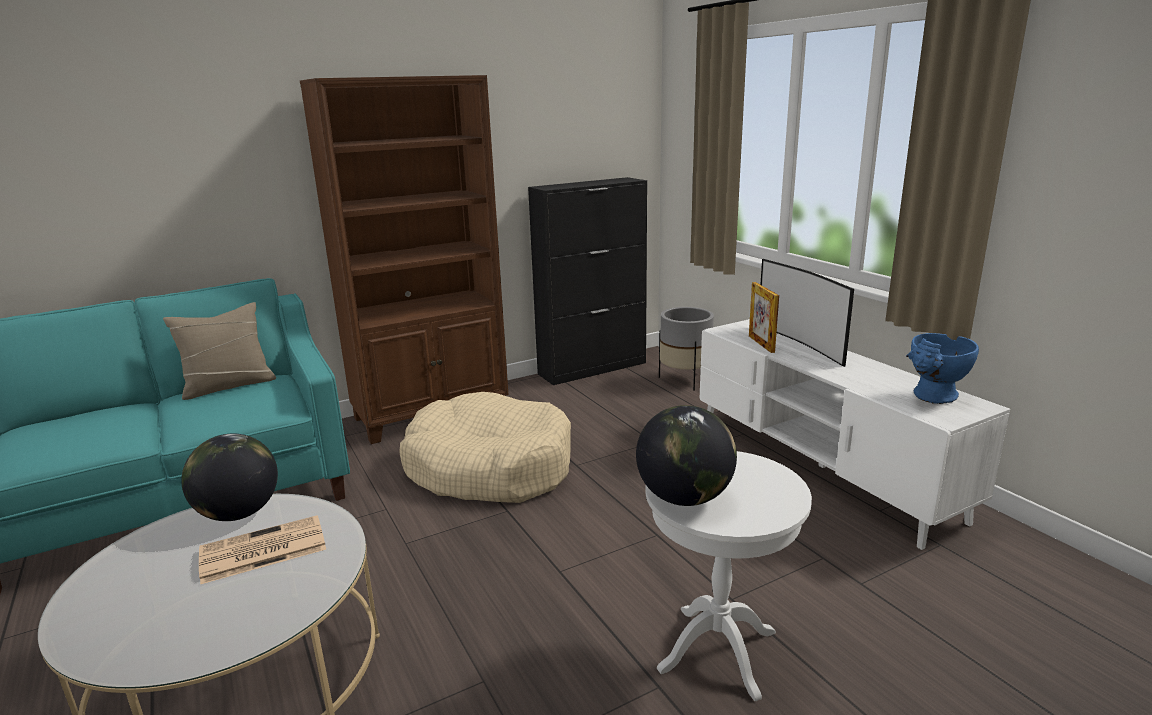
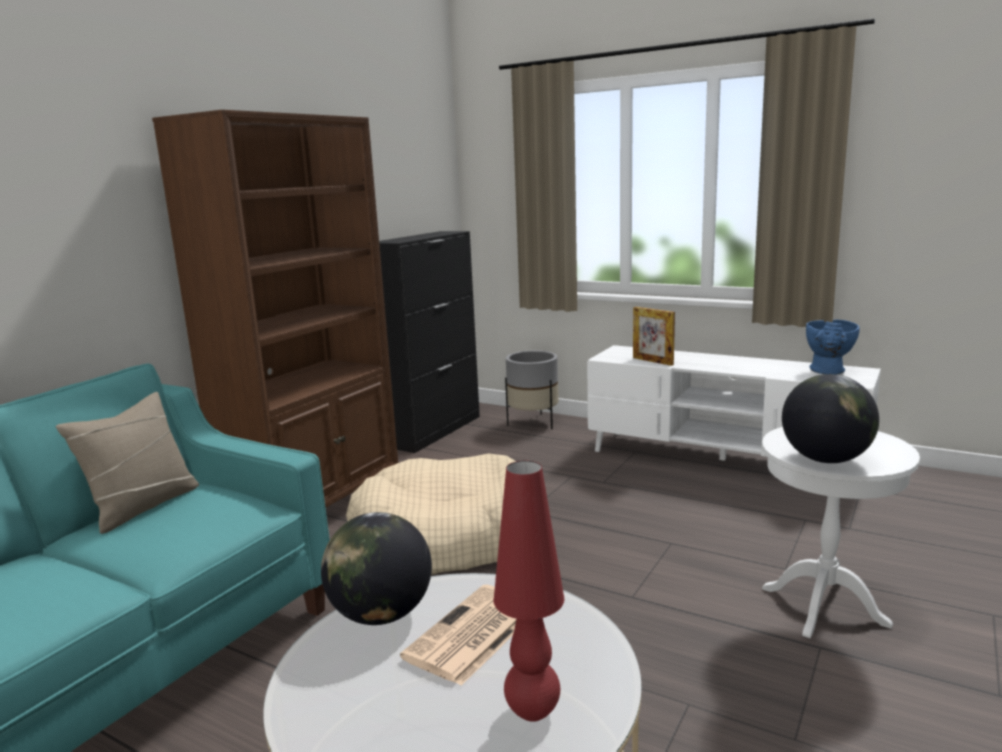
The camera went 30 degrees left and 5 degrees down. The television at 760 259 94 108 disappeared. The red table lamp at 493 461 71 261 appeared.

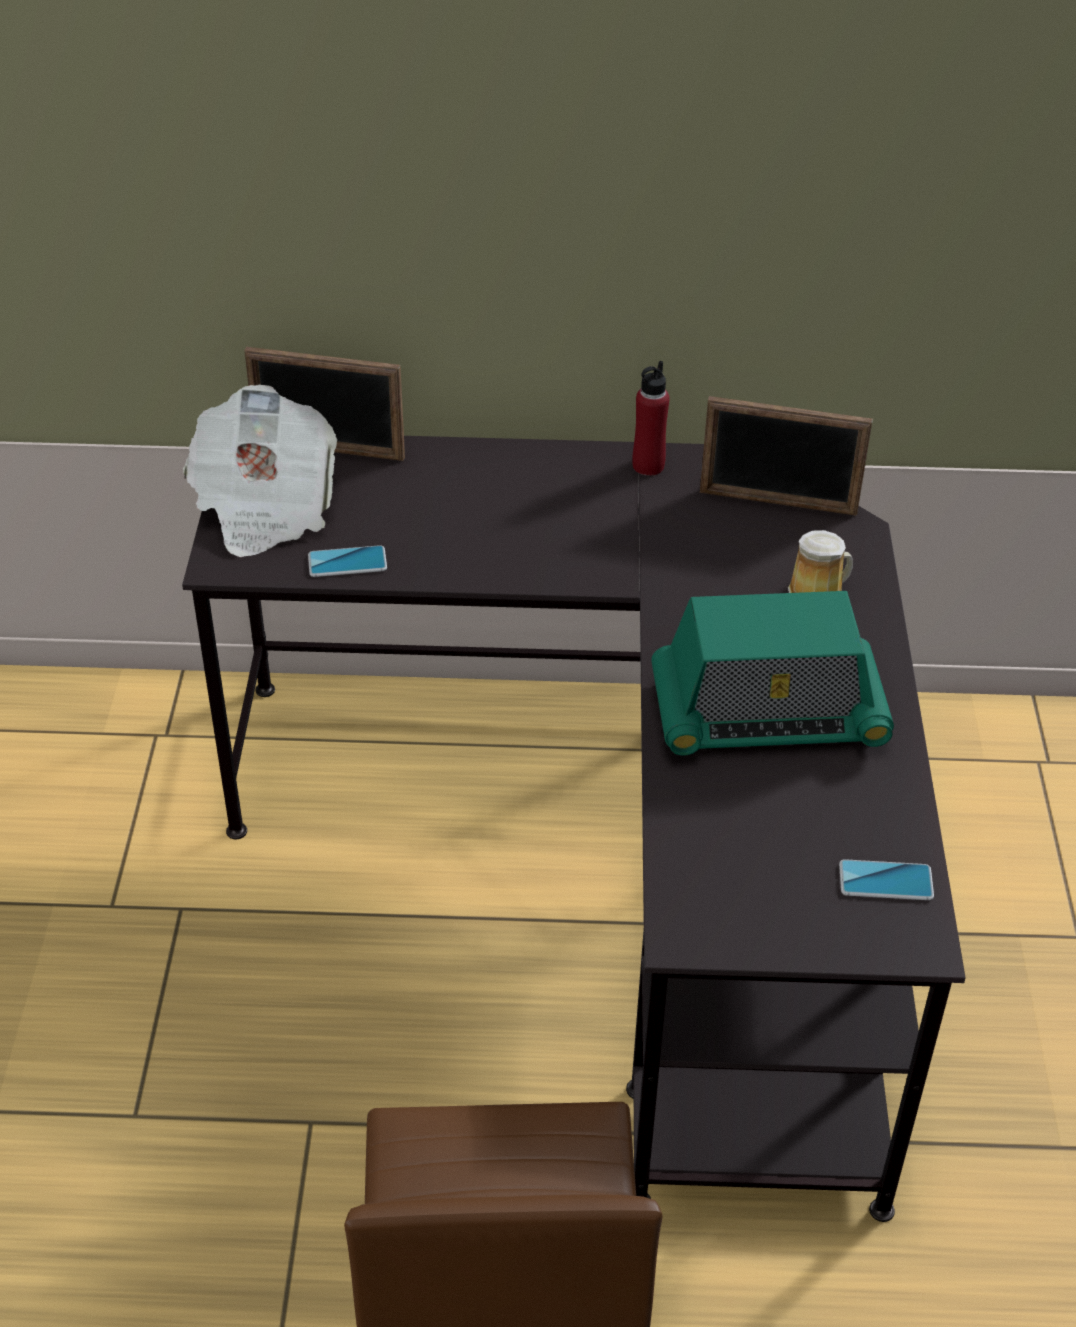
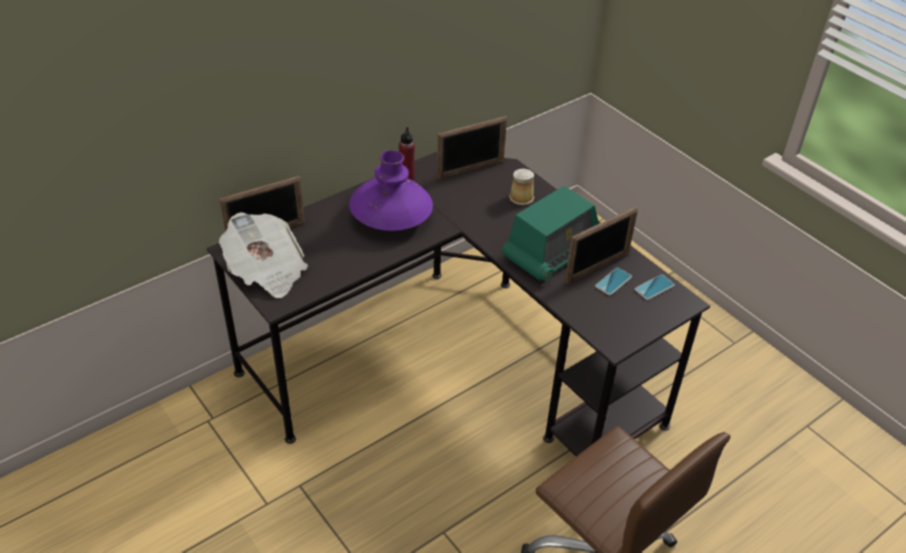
The camera went 40 degrees left and 0 degrees up. The phone moved from 308 545 79 32 to 595 268 37 27. The purple vase at 349 150 84 81 appeared. The picture frame at 565 207 73 77 appeared.

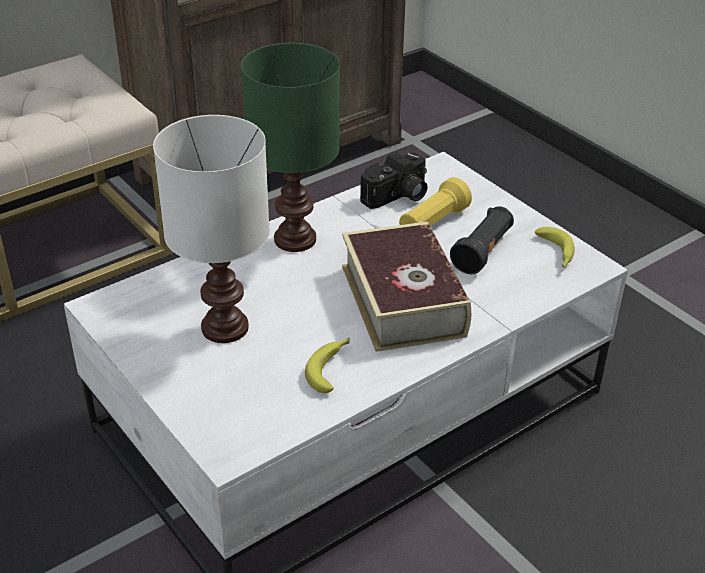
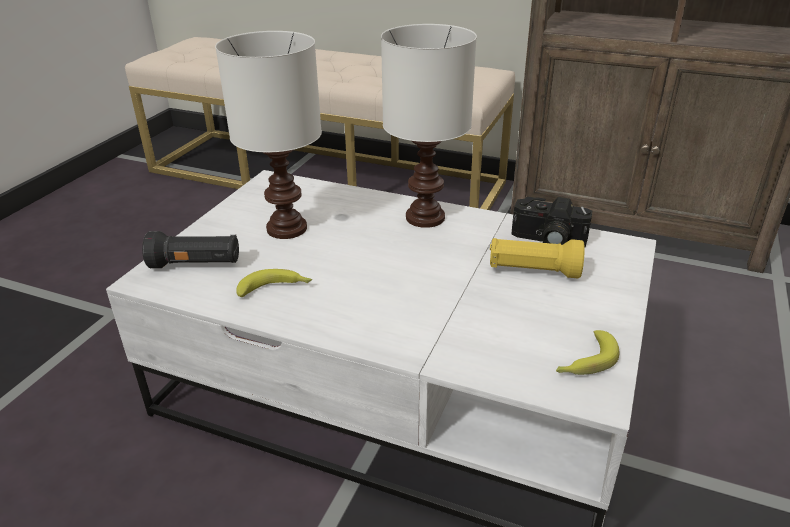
The camera went 60 degrees right and 5 degrees down. The green table lamp at 241 43 99 209 became the white table lamp at 381 24 96 204. The book at 342 221 129 131 disappeared. The black flashlight moved from 450 206 64 68 to 142 231 97 37.

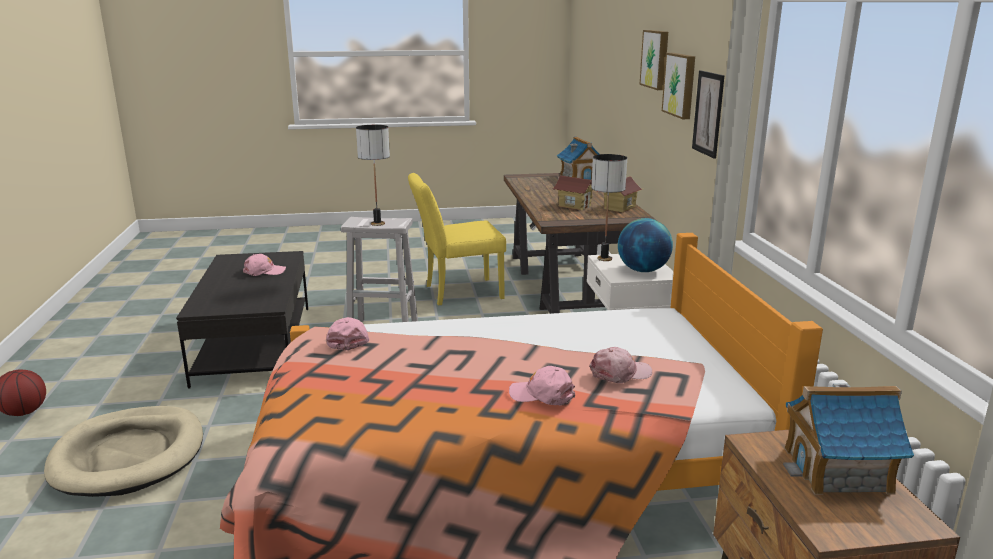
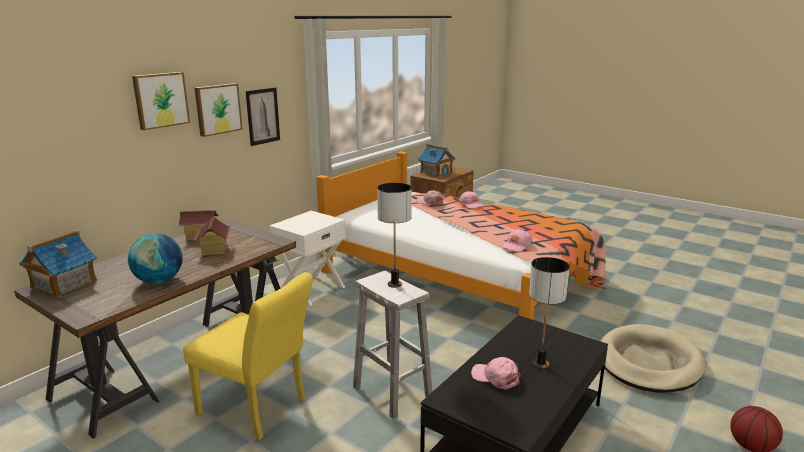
The camera went 135 degrees left and 0 degrees up. The table lamp moved from 591 154 36 107 to 529 257 41 112. The globe moved from 618 218 55 54 to 128 233 55 51.

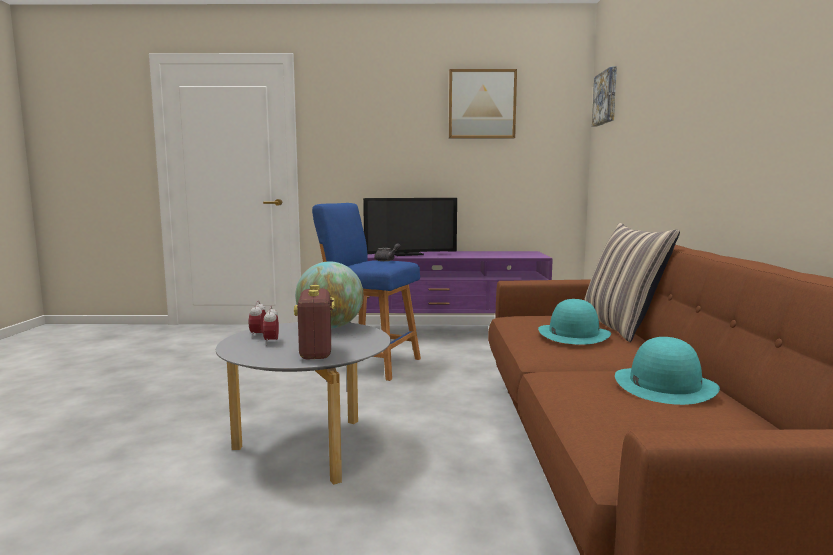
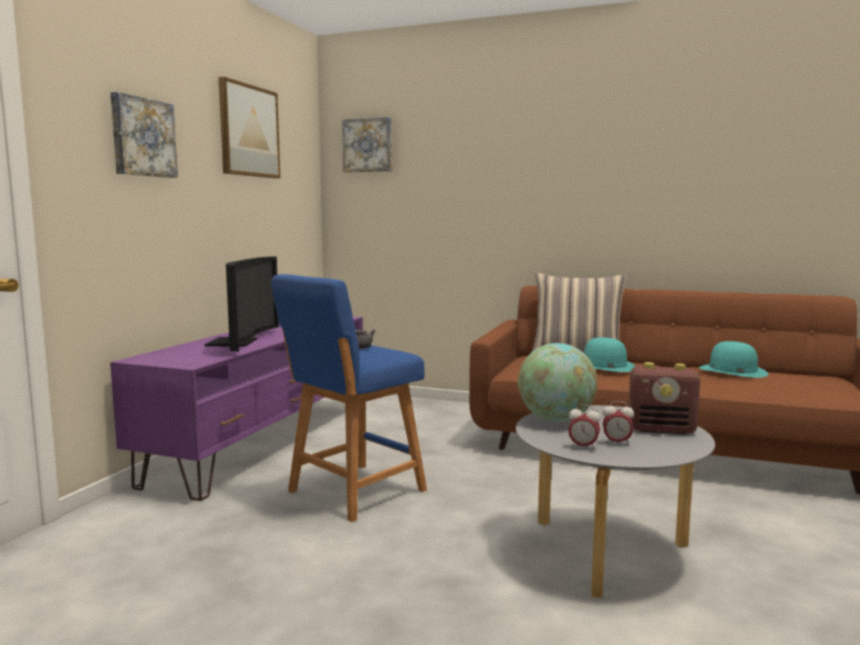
The camera went 70 degrees left and 0 degrees up. The picture at 111 92 67 86 appeared.

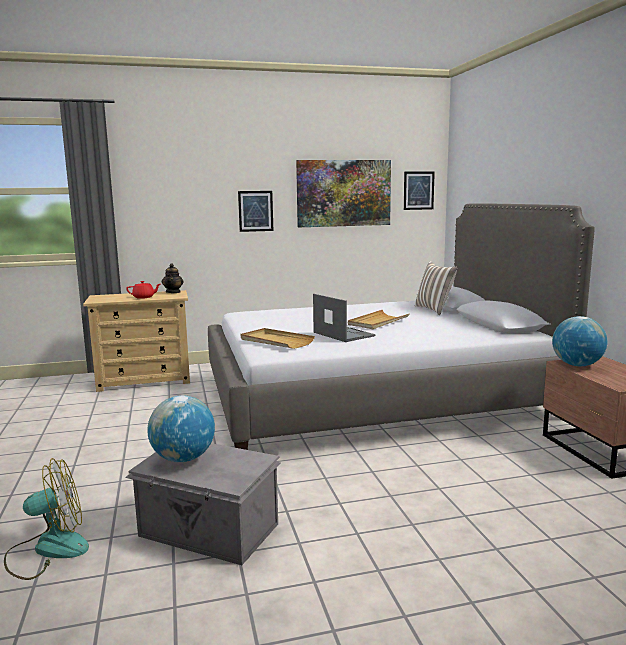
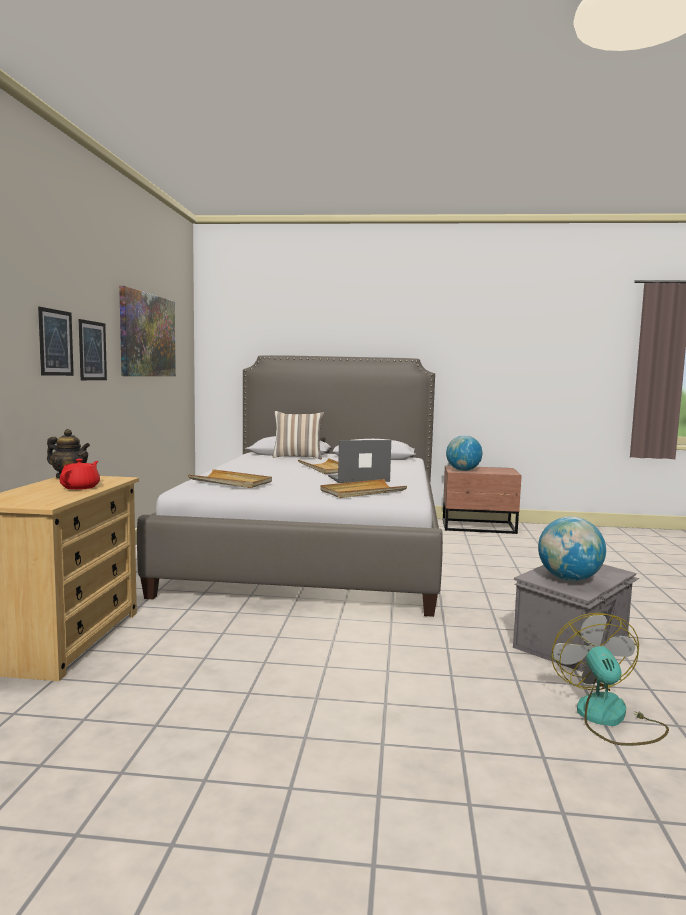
The camera went 70 degrees left and 5 degrees down. The picture moved from 404 171 31 39 to 38 307 36 69. The beige tray at 188 469 84 19 appeared.

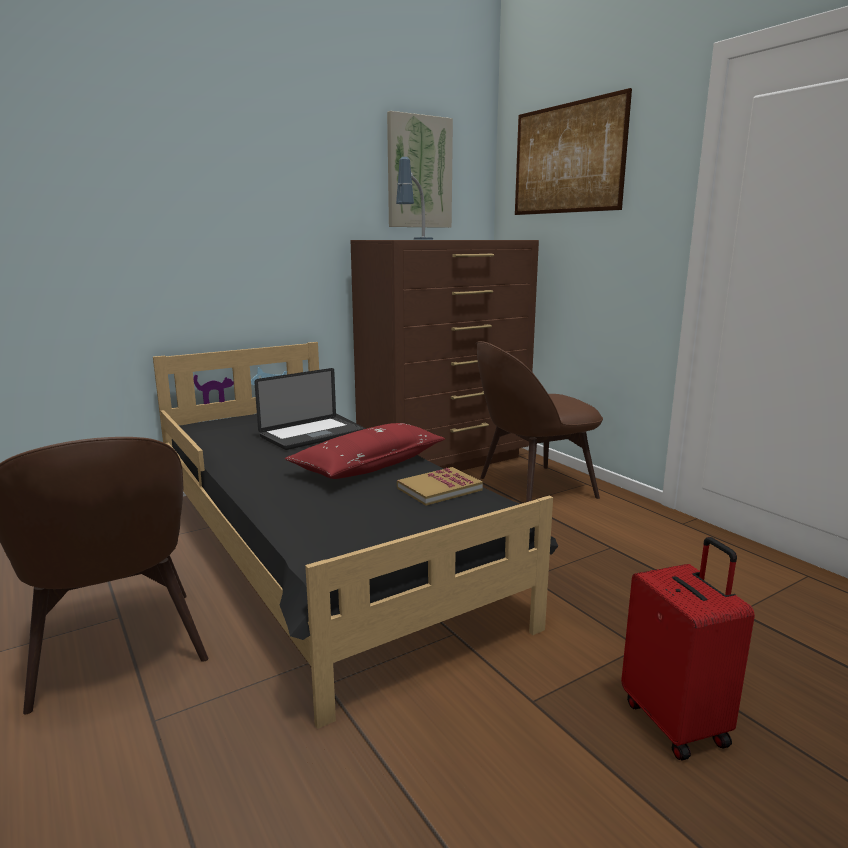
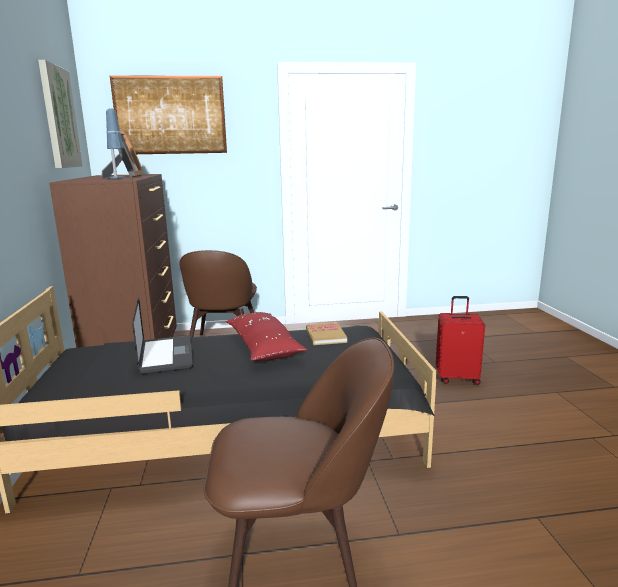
The camera went 65 degrees left and 0 degrees up. The picture frame at 101 130 42 48 appeared.

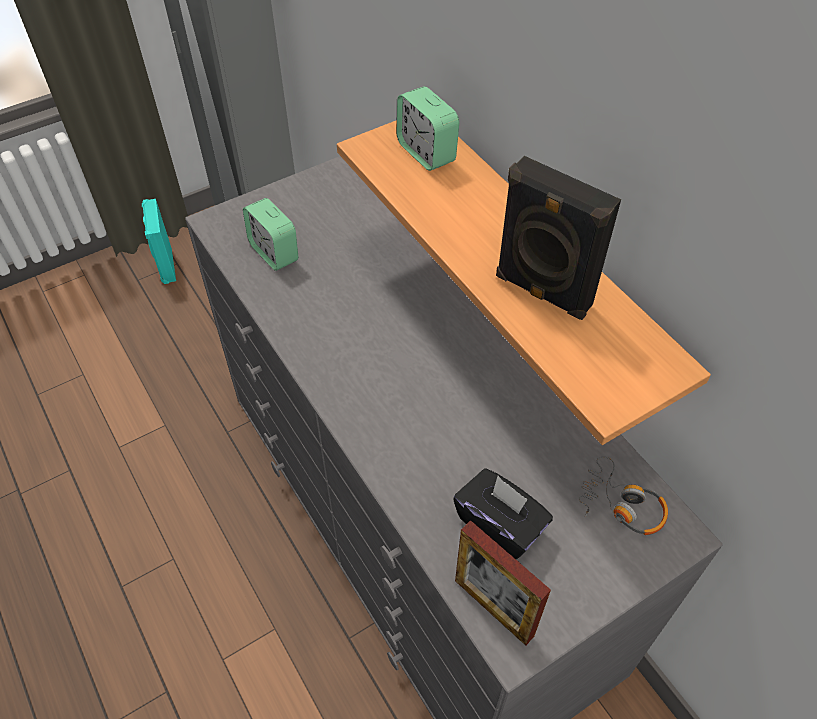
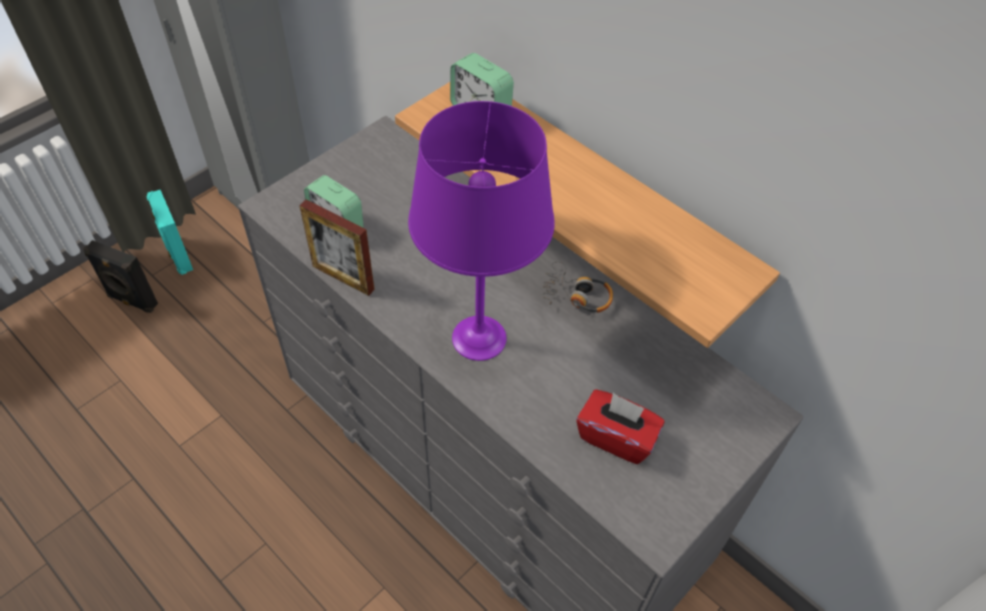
The camera went 15 degrees left and 0 degrees up. The black tissue box at 453 468 100 91 became the red tissue box at 576 389 88 75. The picture frame moved from 455 520 96 126 to 299 200 76 96. The black speaker moved from 496 156 125 164 to 83 240 75 73. The headphones moved from 579 457 89 78 to 542 261 71 52. The purple table lamp at 408 101 147 260 appeared.

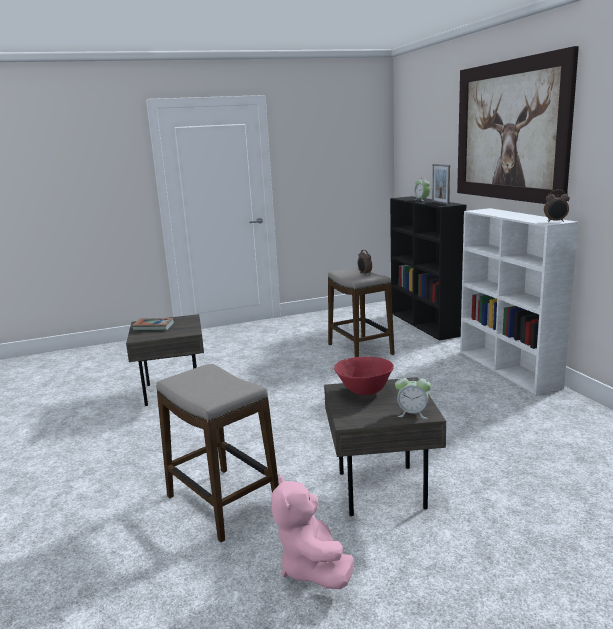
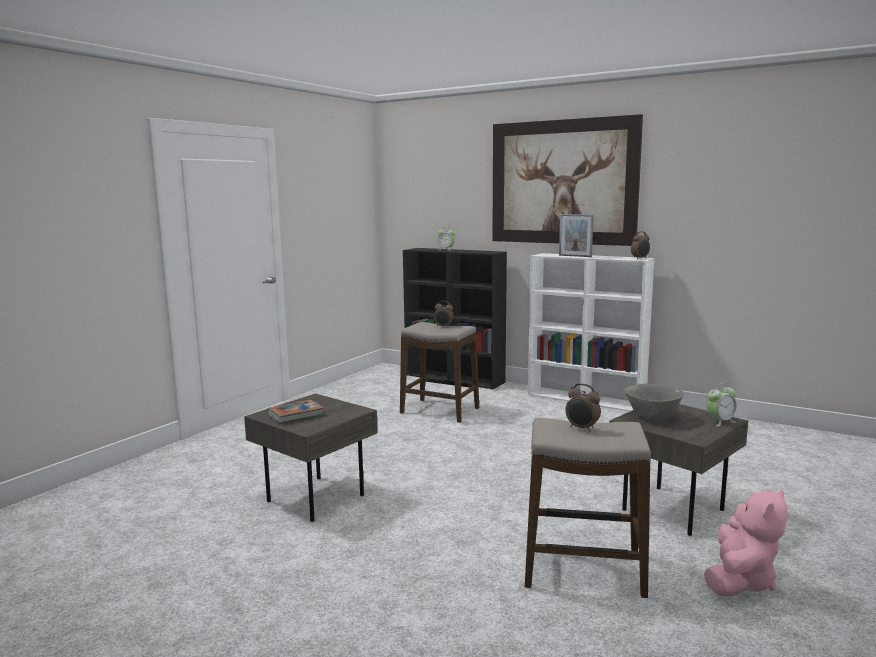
The camera went 40 degrees left and 5 degrees down. The pink plush toy at 271 475 83 114 turned 90 degrees counterclockwise. The red bowl at 334 357 60 38 became the grey bowl at 625 384 59 35. The picture frame moved from 432 164 18 41 to 559 214 34 43. The alarm clock at 565 383 36 49 appeared.

